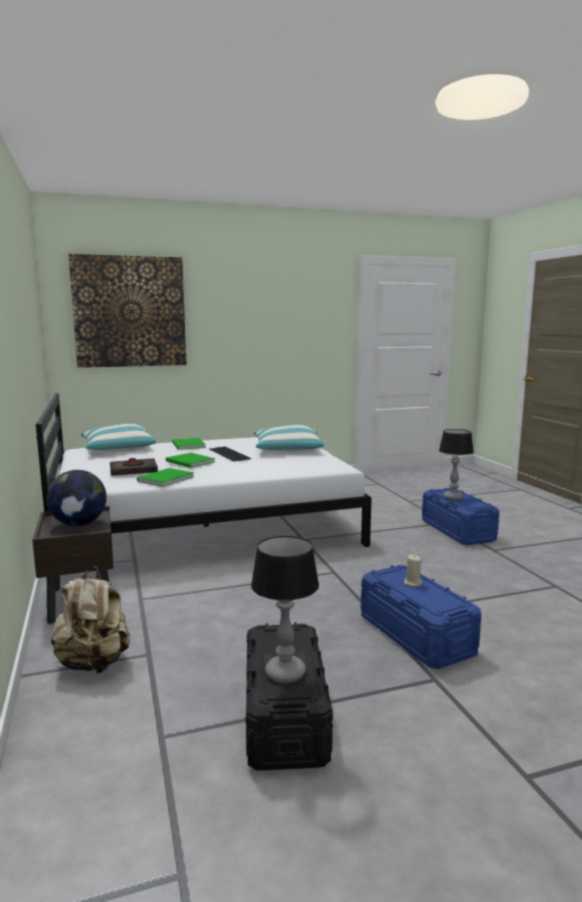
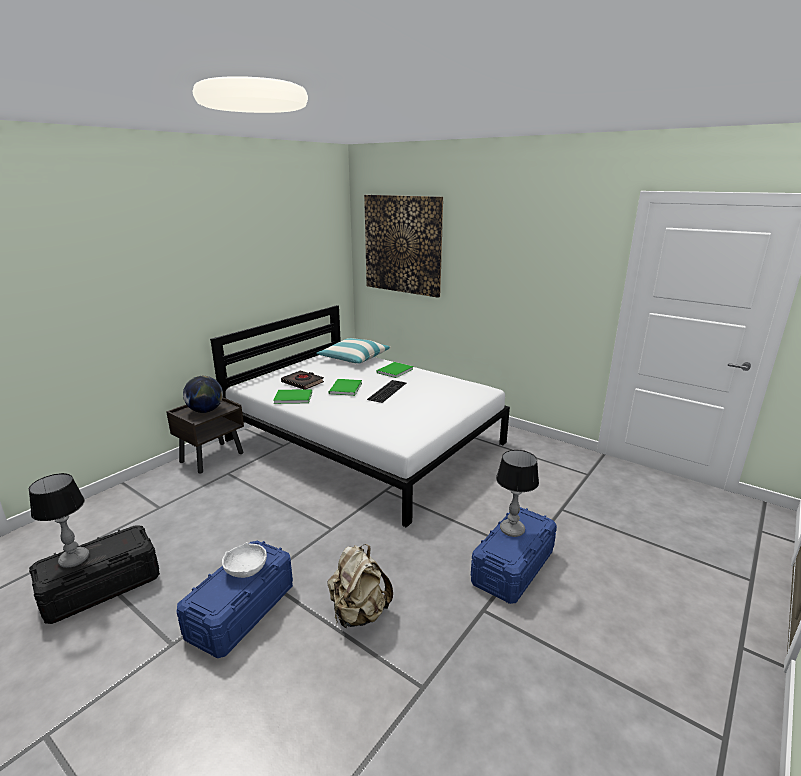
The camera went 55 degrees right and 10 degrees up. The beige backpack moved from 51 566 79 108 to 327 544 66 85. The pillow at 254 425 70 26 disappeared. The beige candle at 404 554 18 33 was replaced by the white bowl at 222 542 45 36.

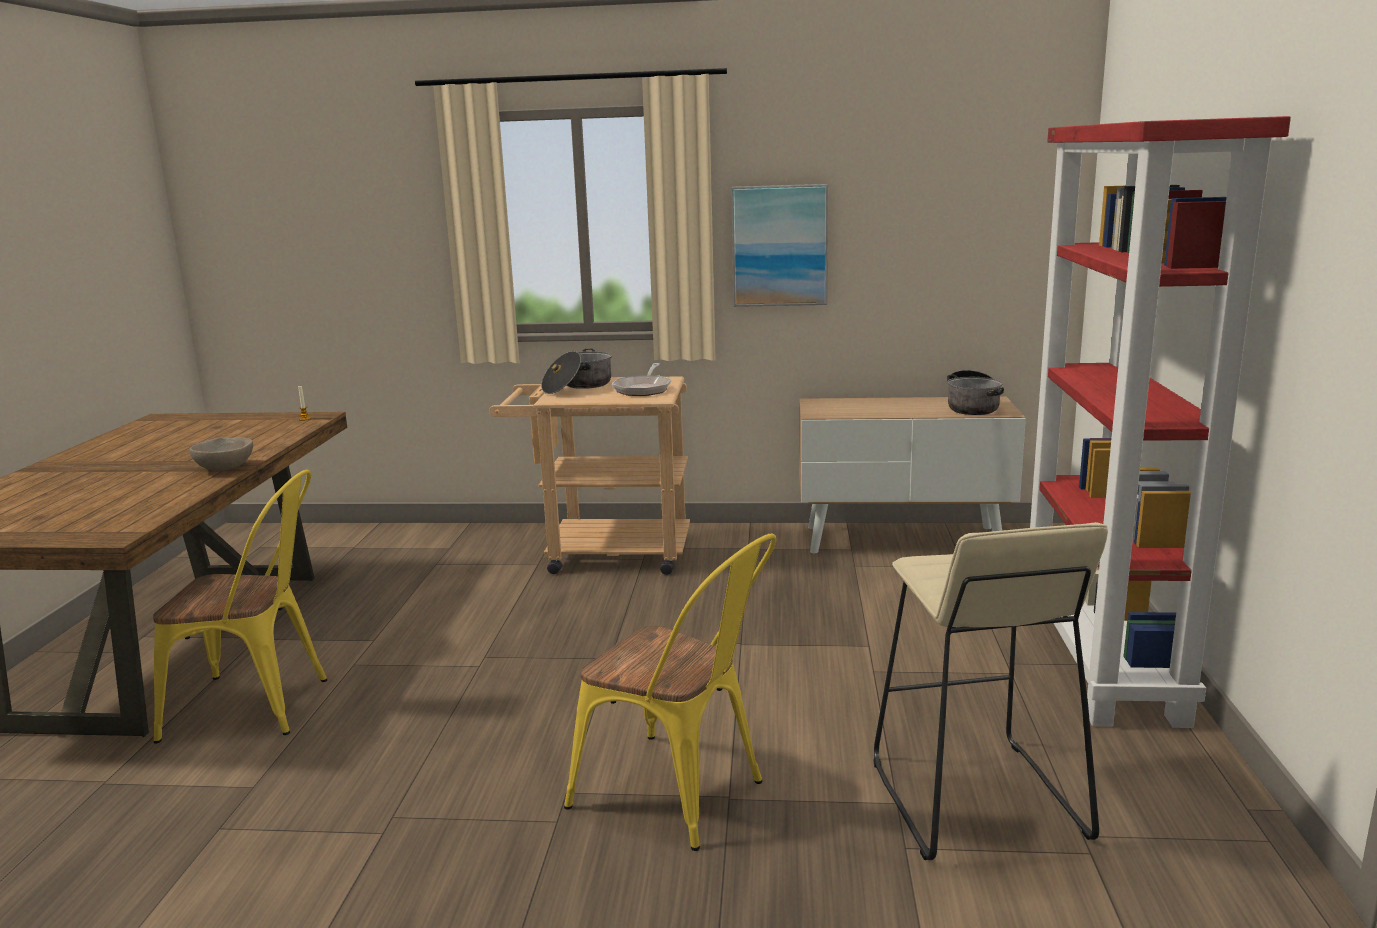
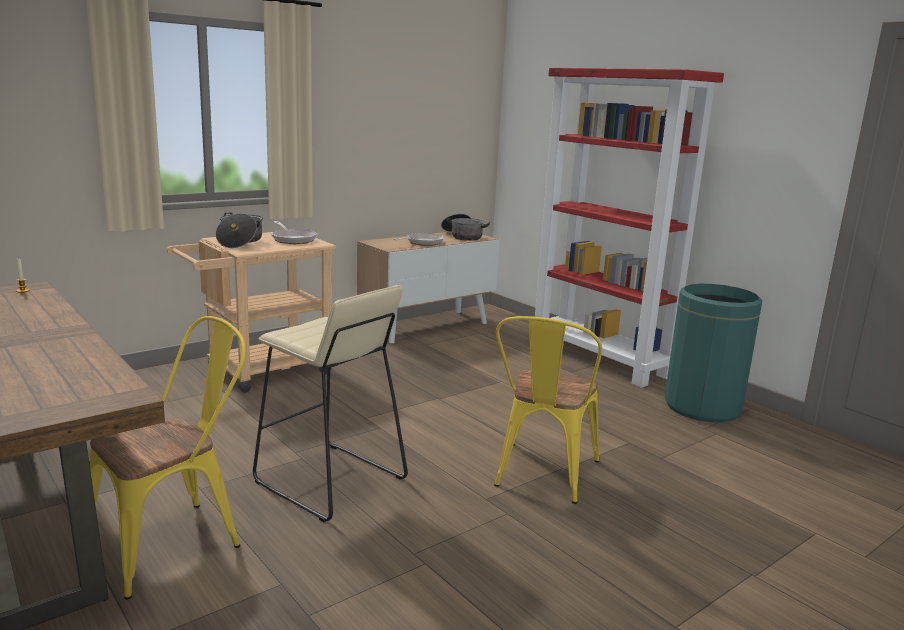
The camera went 45 degrees left and 0 degrees up. The beige bowl at 190 437 63 34 disappeared. The yellow chair at 564 533 212 318 turned 120 degrees clockwise. The picture at 731 184 97 123 disappeared. The beige stool moved from 873 522 235 338 to 253 285 155 237. The frying pan at 393 233 50 13 appeared. The green trash can at 664 284 98 138 appeared.

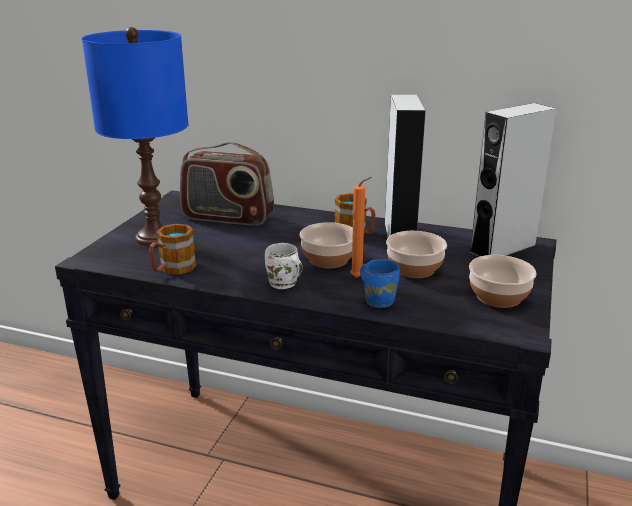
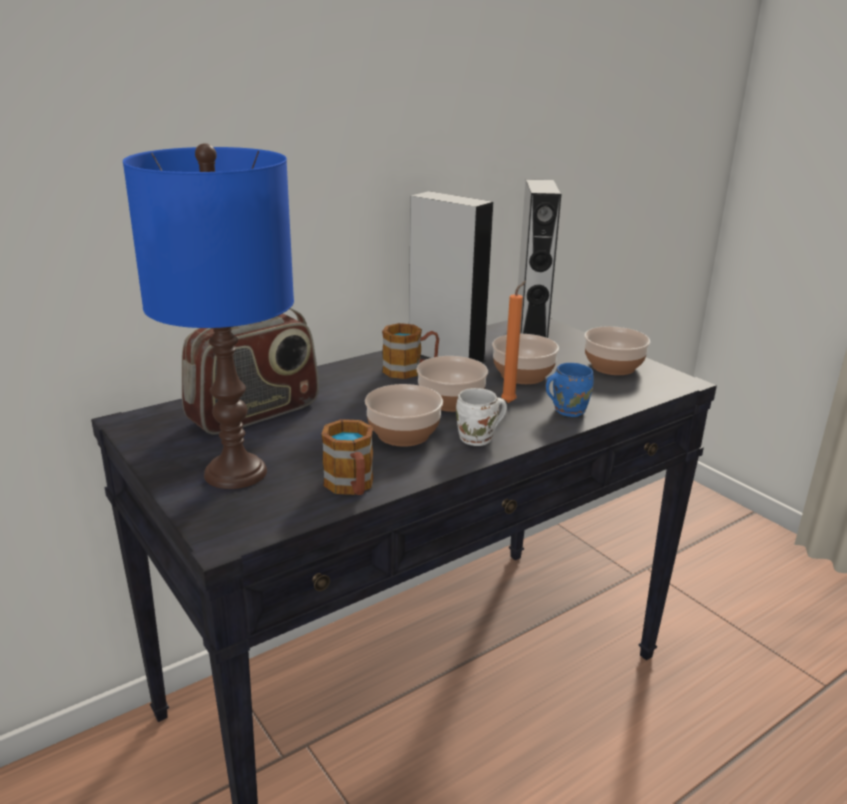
The camera went 55 degrees left and 0 degrees up. The bowl at 365 384 78 63 appeared.

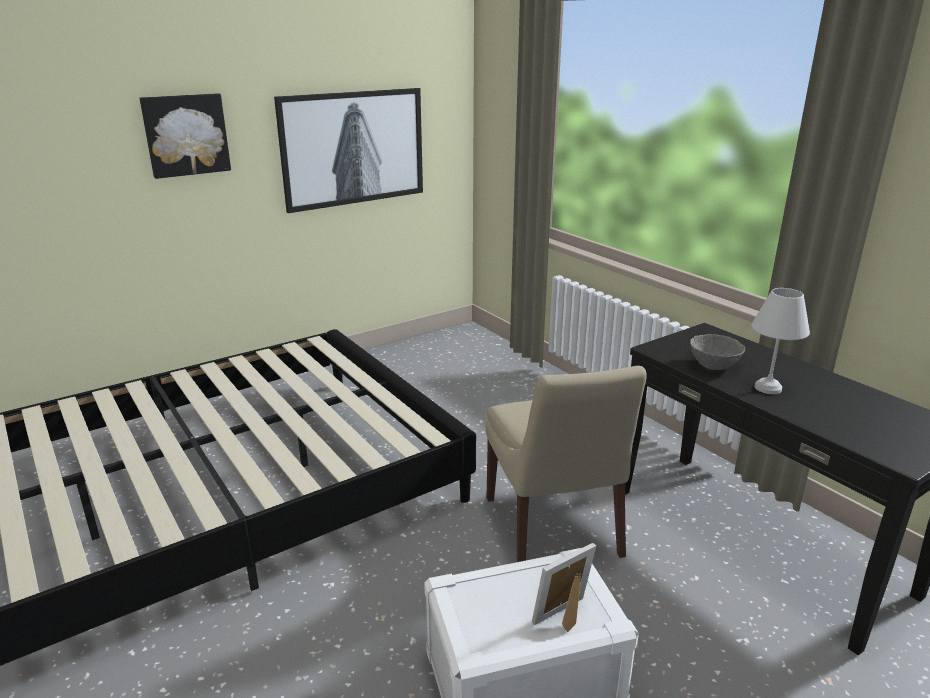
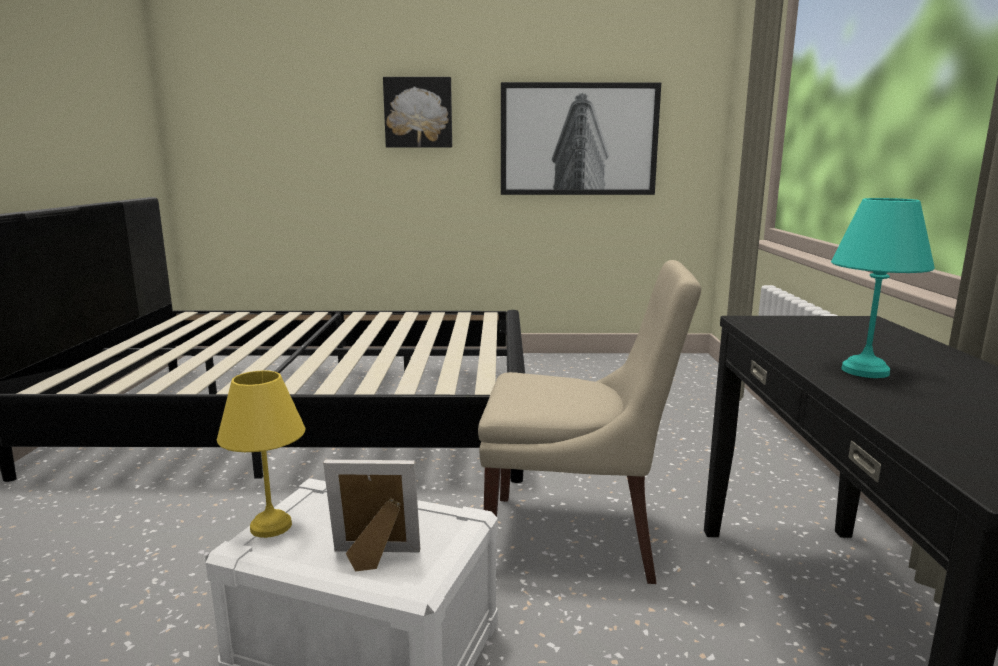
The camera went 35 degrees right and 10 degrees down. The beige chair at 485 366 162 196 turned 105 degrees counterclockwise. The grey bowl at 690 334 55 36 disappeared. The white table lamp at 752 288 58 106 became the turquoise table lamp at 831 198 104 180. The yellow table lamp at 217 370 88 168 appeared.

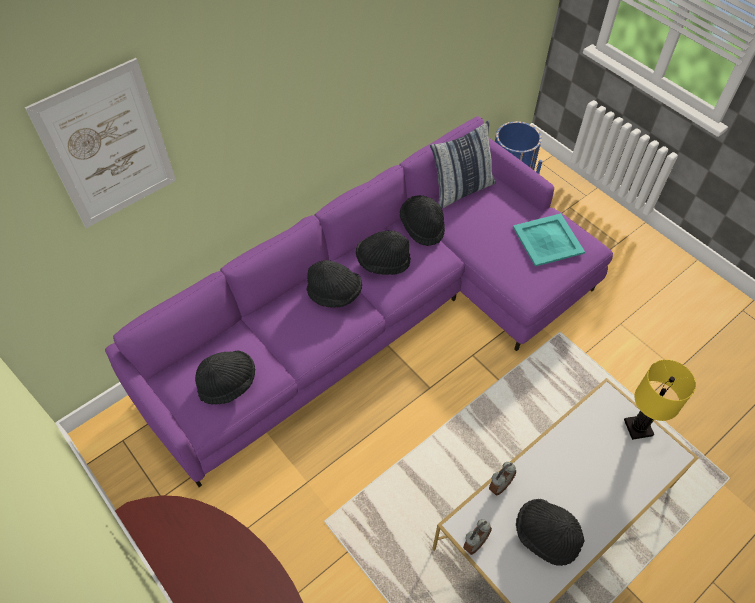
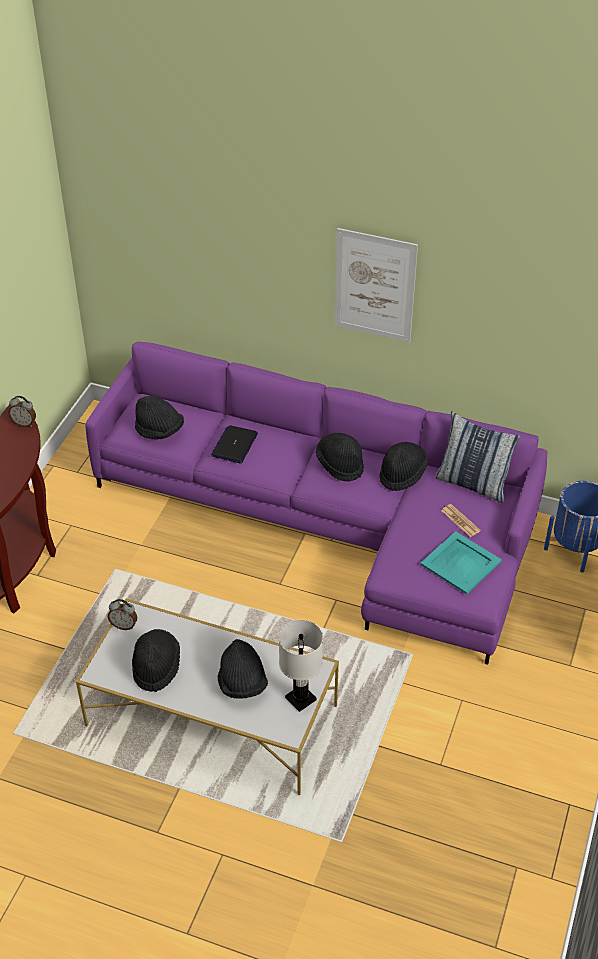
The camera went 60 degrees right and 10 degrees down. The picture moved from 25 58 151 170 to 334 228 84 114. The black hat moved from 307 260 55 48 to 218 639 50 60. The alarm clock moved from 489 462 27 33 to 8 396 28 31. The yellow table lamp at 624 360 72 80 became the white table lamp at 279 620 44 92. The laptop at 211 425 47 38 appeared. The newspaper at 441 504 40 33 appeared.

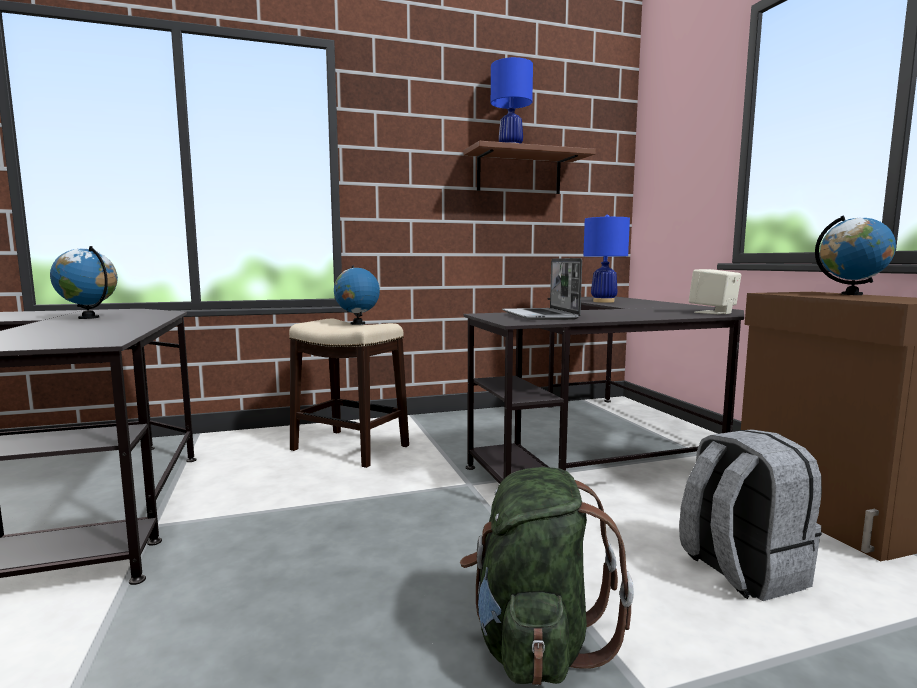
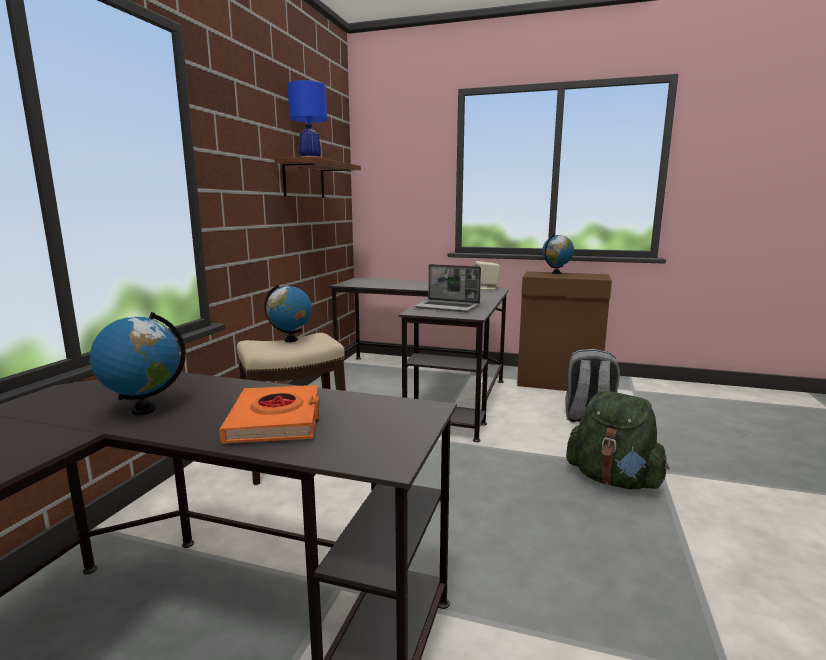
The camera went 55 degrees left and 5 degrees up. The blue table lamp at 583 215 47 88 disappeared. The orange book at 219 385 100 58 appeared.

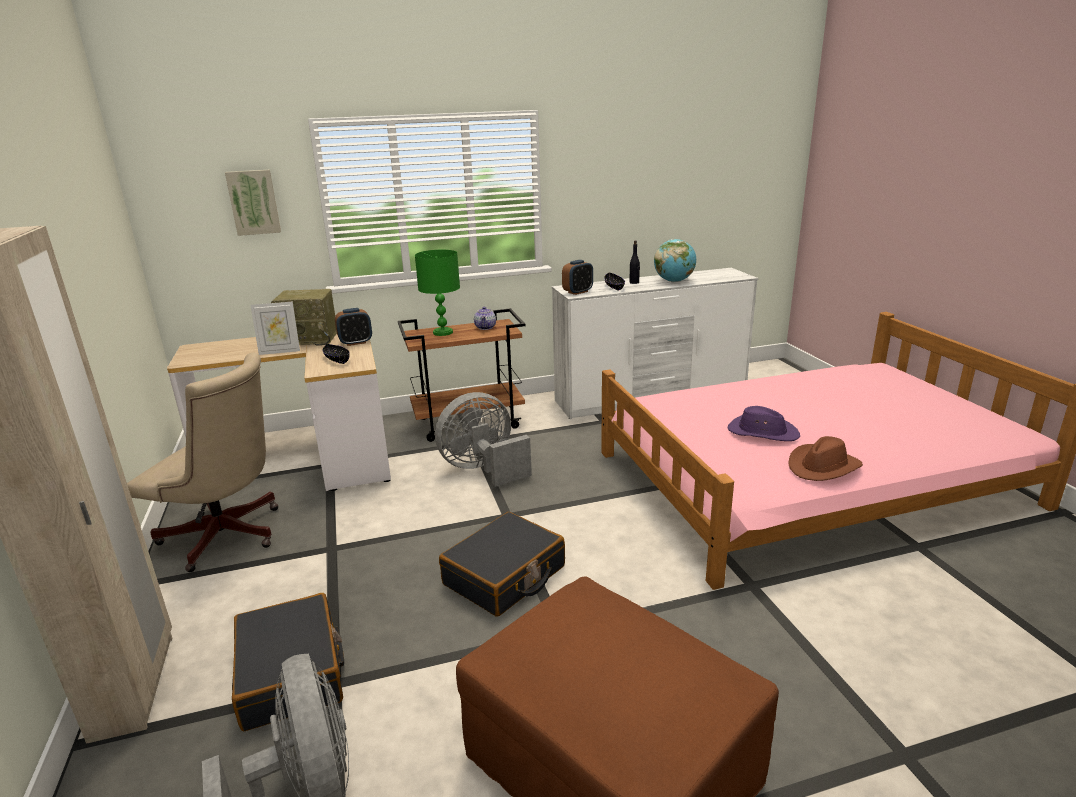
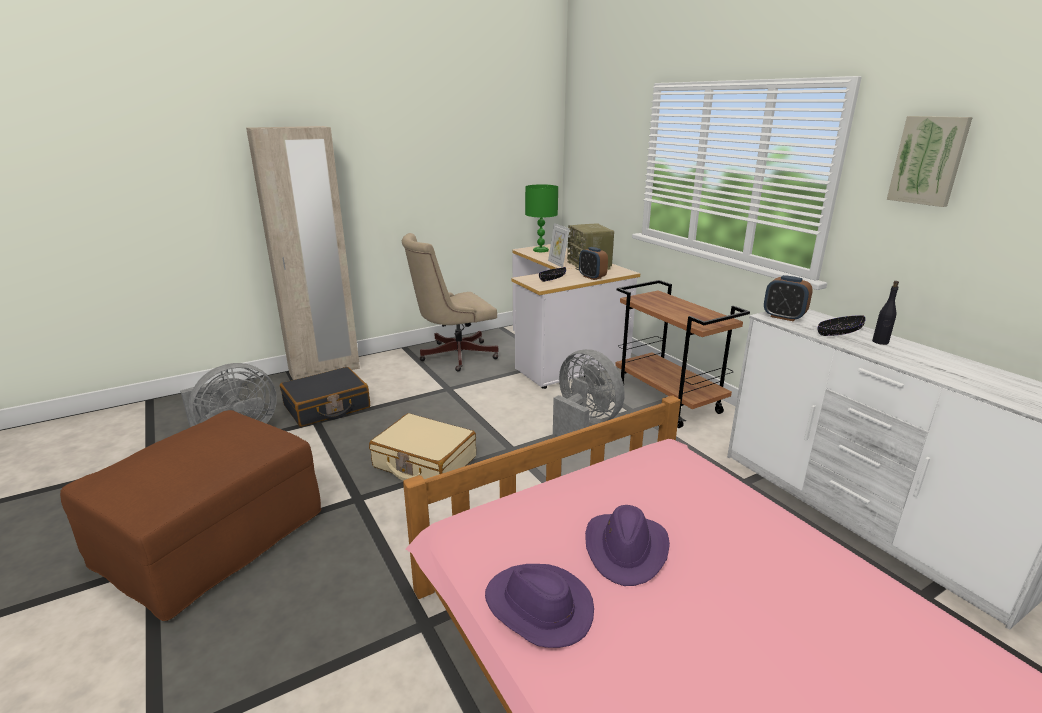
The camera went 75 degrees right and 0 degrees up. The beige office chair at 127 353 151 219 turned 60 degrees clockwise. The picture moved from 225 170 56 66 to 887 116 86 91. The green table lamp moved from 415 250 45 86 to 525 184 33 68. The black suitcase at 439 512 126 105 became the beige suitcase at 369 413 107 68. The teapot at 474 307 22 23 disappeared. The globe at 654 239 42 43 disappeared. The brown hat at 788 436 75 45 became the purple hat at 485 564 109 84.

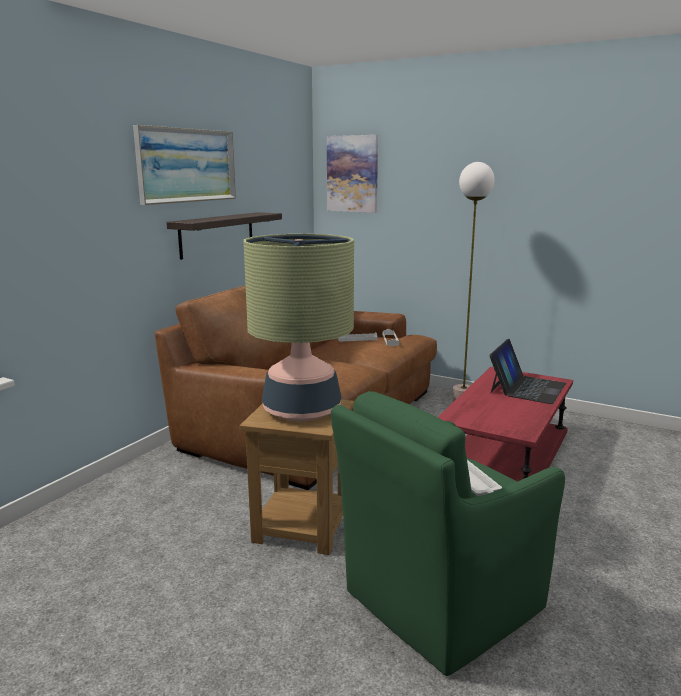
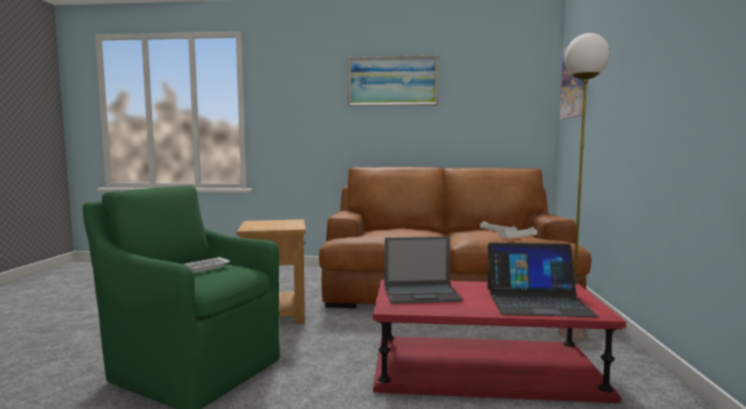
The camera went 65 degrees right and 10 degrees down. The shelf at 167 212 115 48 disappeared. The table lamp at 244 234 110 187 disappeared. The laptop at 385 236 78 68 appeared.

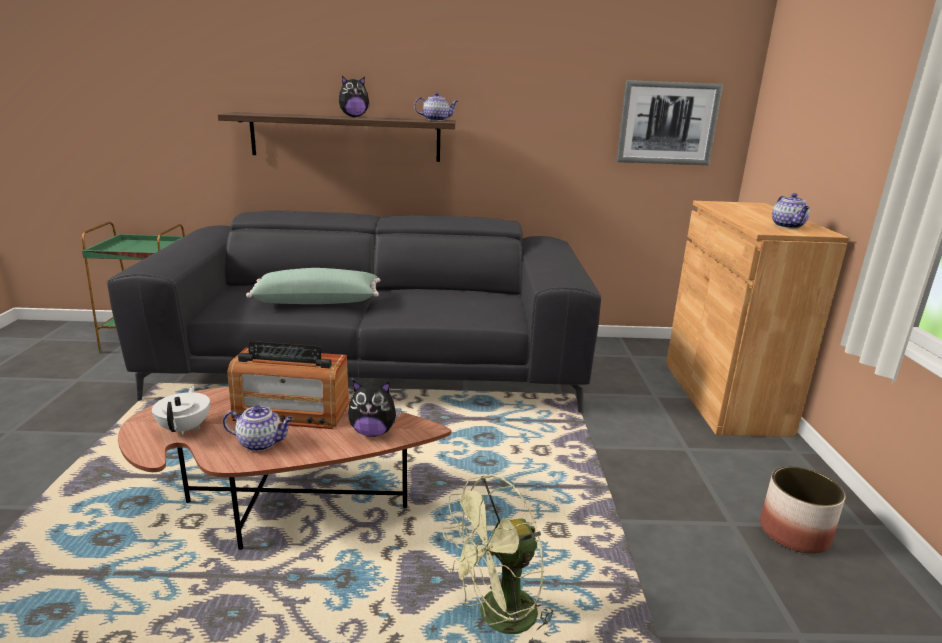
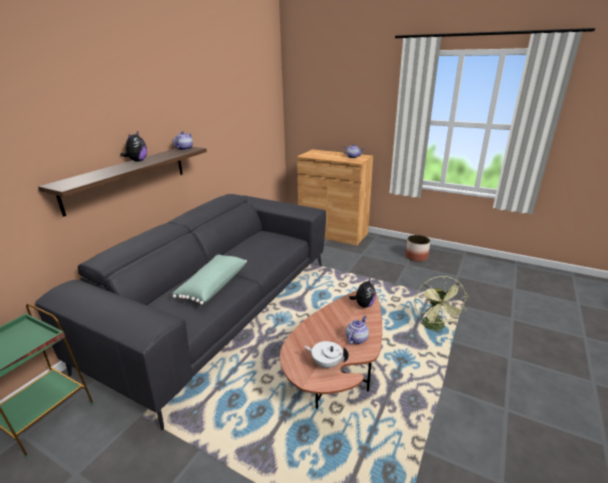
The camera went 60 degrees left and 5 degrees up. The radio at 228 341 121 88 disappeared. The picture at 616 80 107 85 disappeared.

